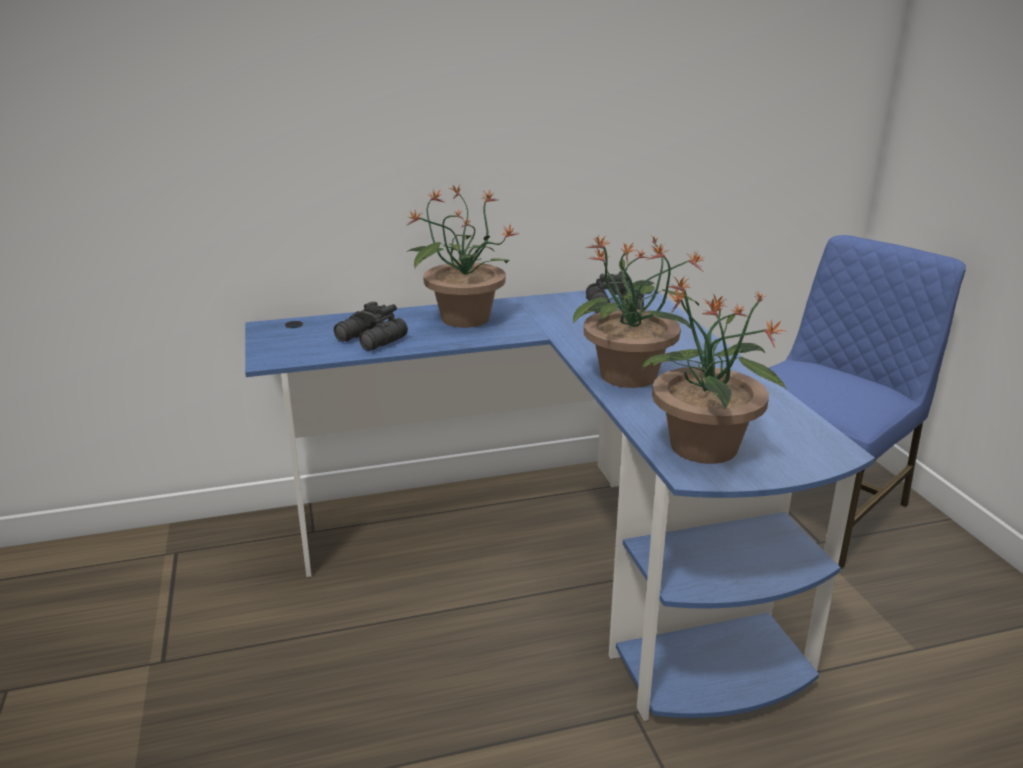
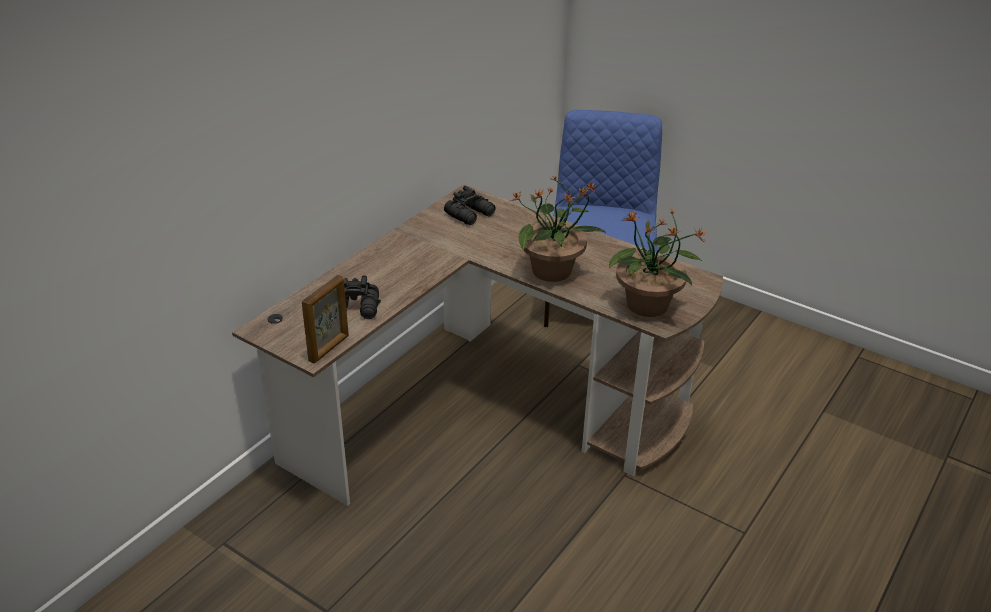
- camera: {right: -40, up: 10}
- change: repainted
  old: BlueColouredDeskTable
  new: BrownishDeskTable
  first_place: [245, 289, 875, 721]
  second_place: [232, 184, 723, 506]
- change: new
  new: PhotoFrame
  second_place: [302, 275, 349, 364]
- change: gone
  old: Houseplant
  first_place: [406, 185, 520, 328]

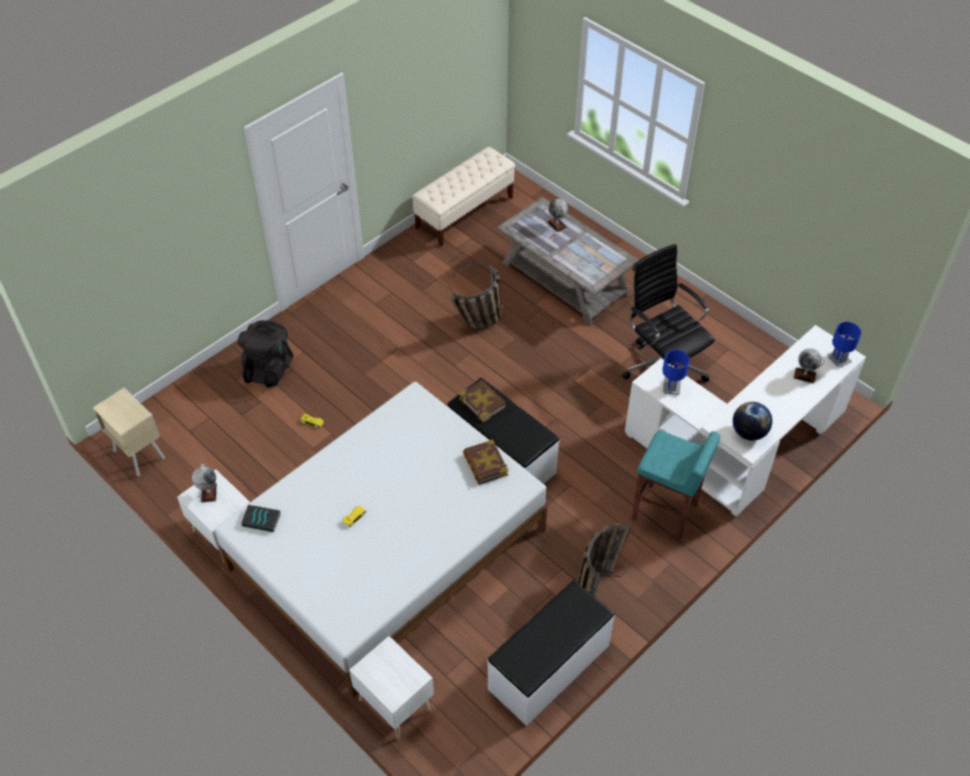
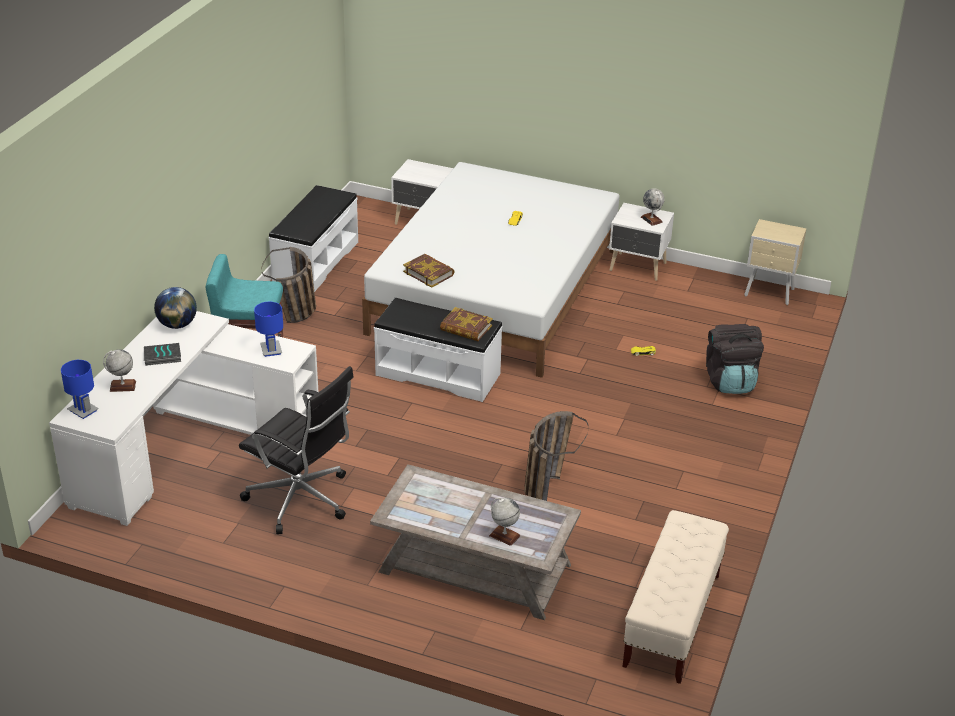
- camera: {right: 155, up: -15}
- change: shifted
  old: Volume
  first_place: [241, 505, 281, 532]
  second_place: [144, 343, 181, 366]

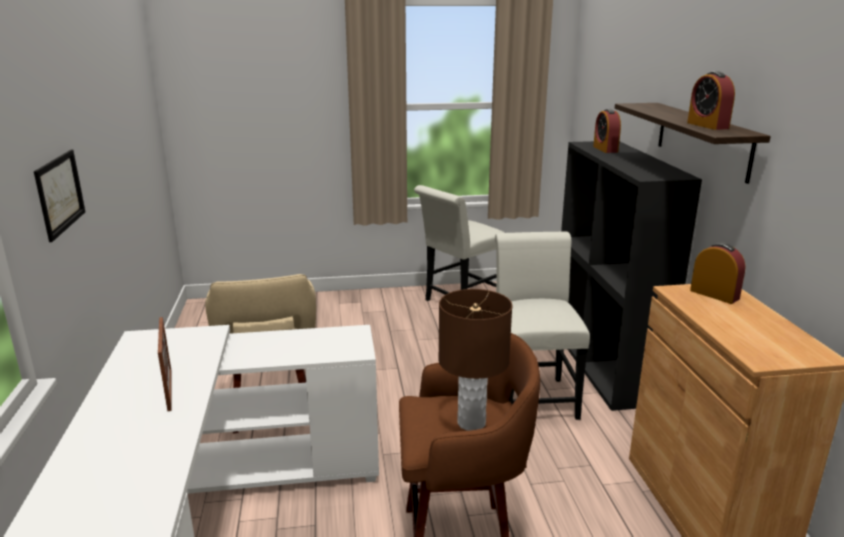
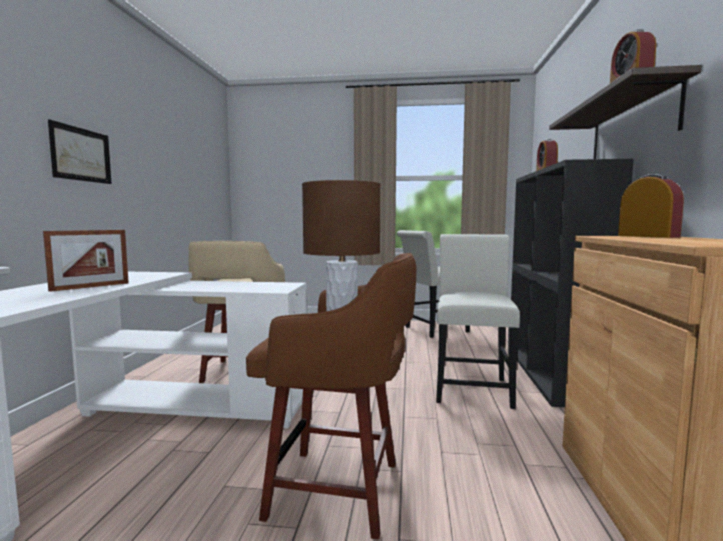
- camera: {right: 15, up: -15}
- change: rotated
  old: PhotoFrame
  first_place: [158, 317, 172, 411]
  second_place: [43, 230, 129, 292]
  degrees: 45

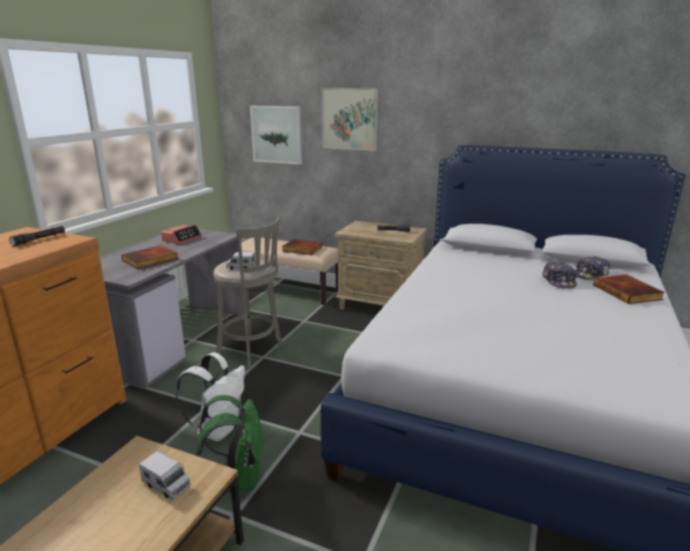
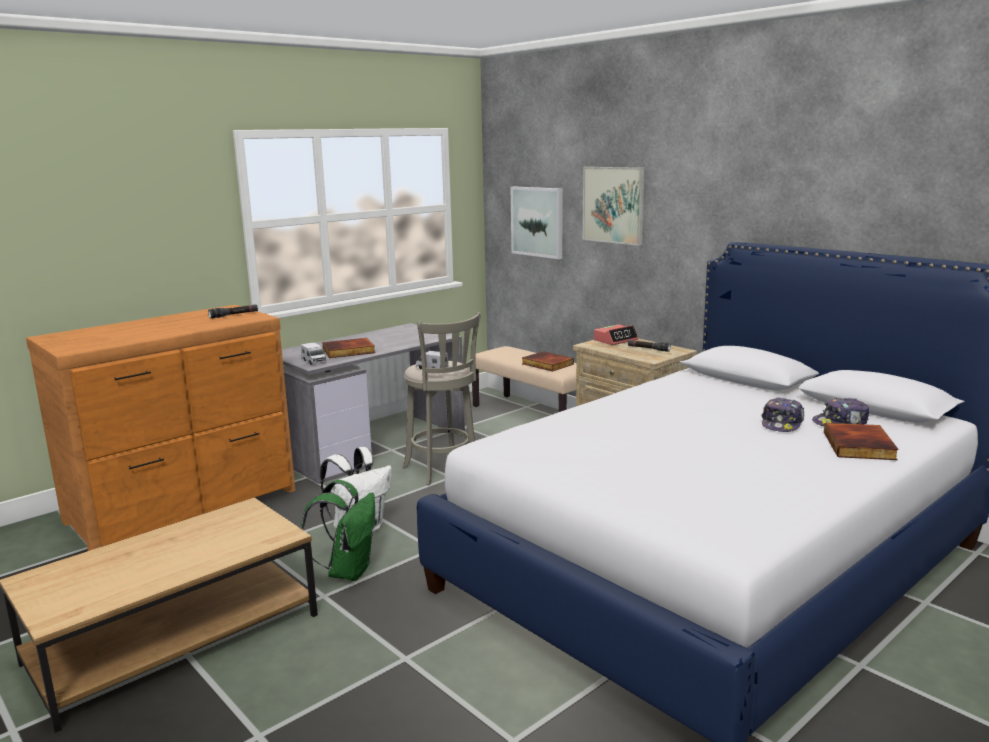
- camera: {right: 25, up: -5}
- change: shifted
  old: ToyTruck
  first_place: [139, 451, 190, 500]
  second_place: [301, 342, 326, 365]
- change: shifted
  old: BedsideClock
  first_place: [161, 225, 202, 244]
  second_place: [594, 324, 639, 345]

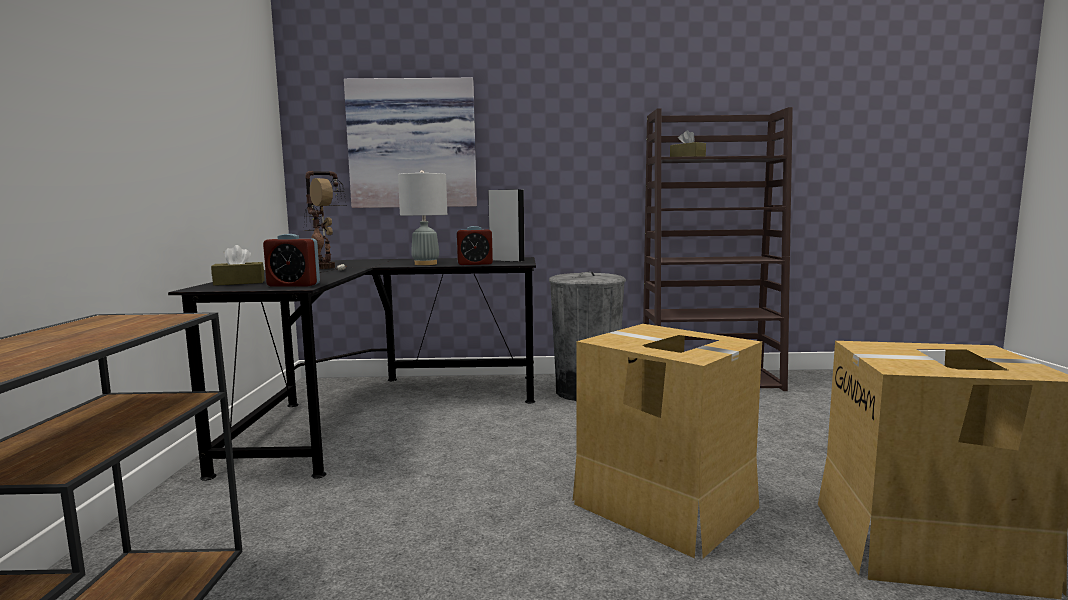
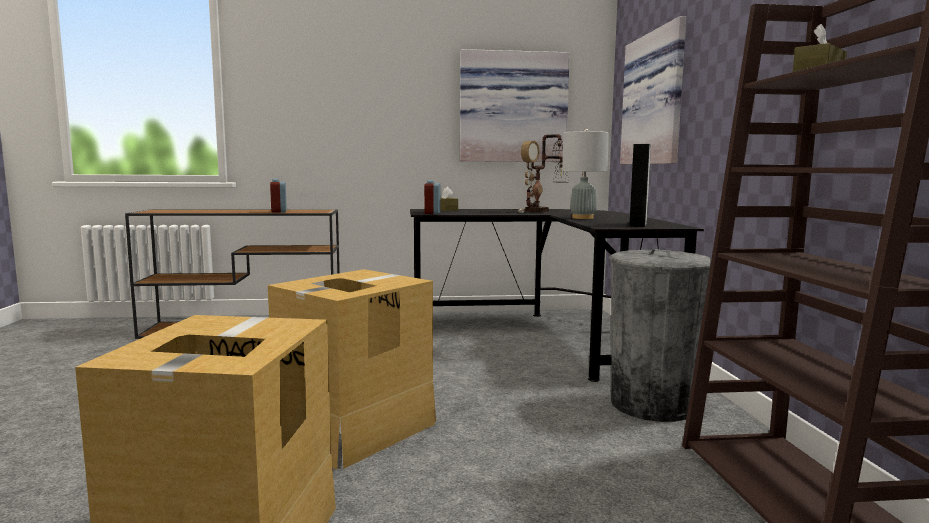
- camera: {right: 85, up: 0}
- change: shifted
  old: BedsideClock
  first_place: [456, 226, 493, 265]
  second_place: [270, 179, 287, 213]
- change: new
  new: Picture
  second_place: [460, 49, 570, 162]

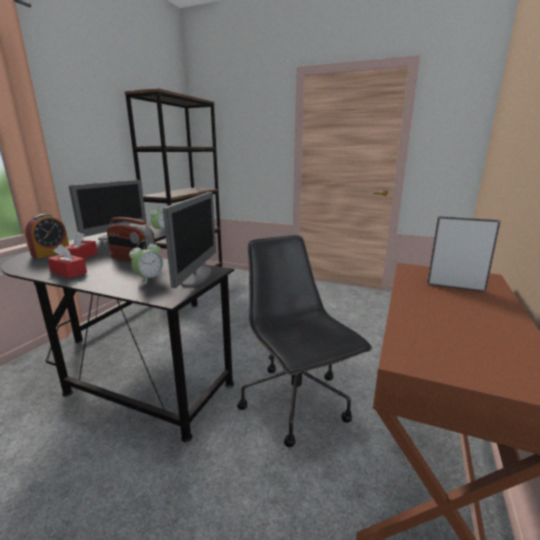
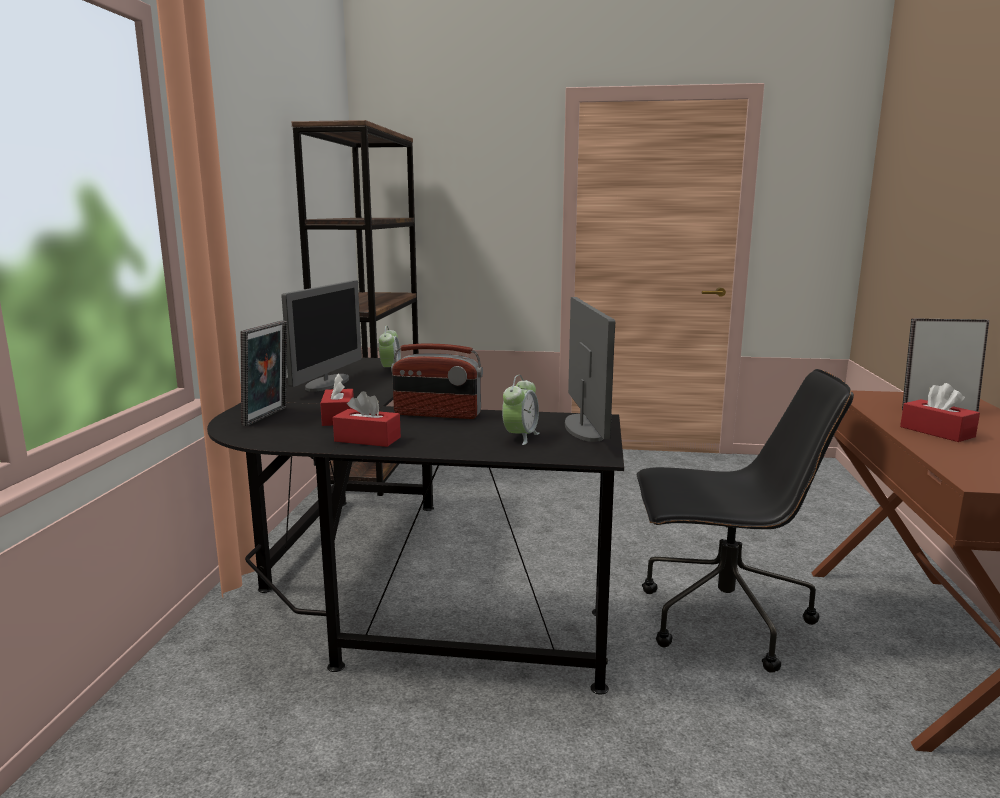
- camera: {right: -15, up: -5}
- change: swapped
  old: BedsideClock
  new: PhotoFrame
  first_place: [25, 214, 69, 259]
  second_place: [240, 320, 287, 426]
- change: rotated
  old: BlackColouredDeskChair
  first_place: [237, 235, 372, 447]
  second_place: [637, 369, 854, 673]
  degrees: 135
- change: new
  new: RedTissueBox
  second_place: [900, 383, 980, 442]

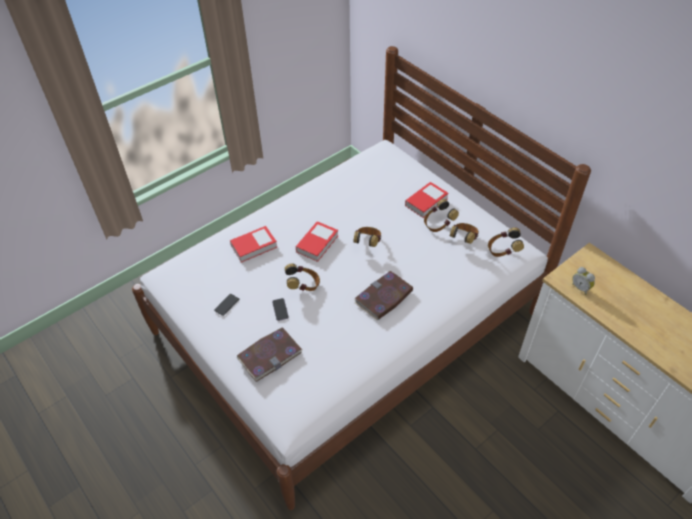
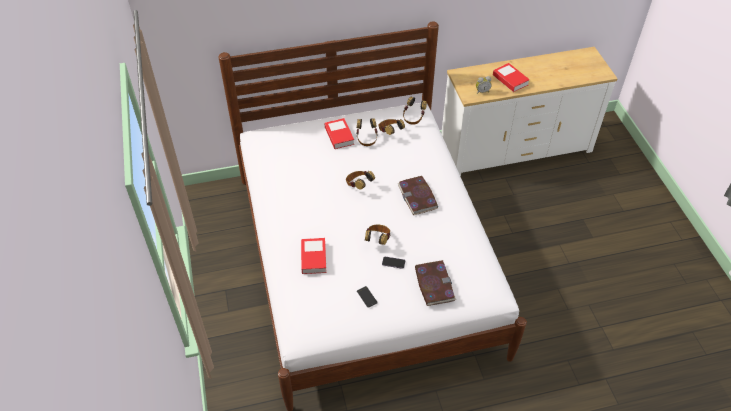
- camera: {right: -65, up: 0}
- change: shifted
  old: Volume
  first_place: [296, 221, 338, 262]
  second_place: [493, 63, 530, 92]

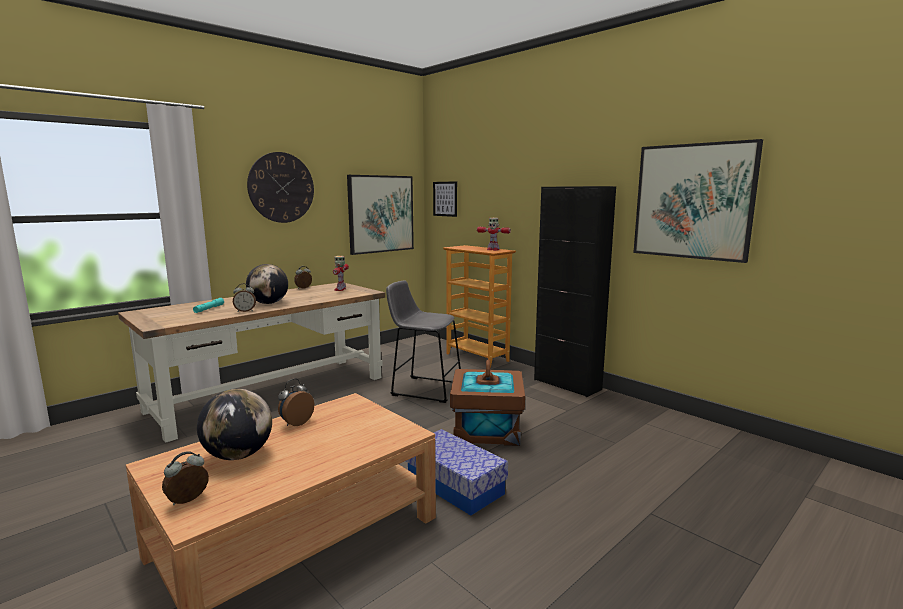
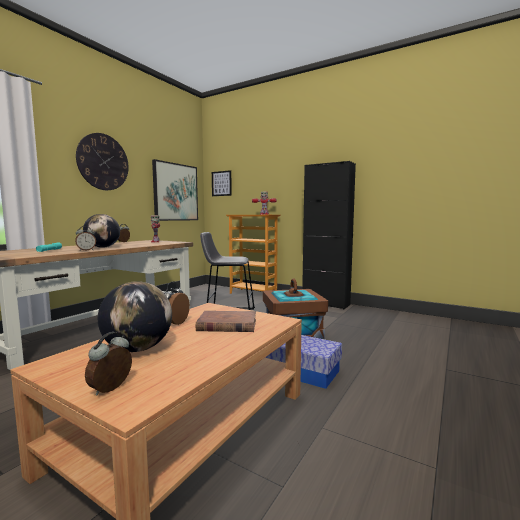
- camera: {right: -15, up: -5}
- change: new
  new: BrownishVolume
  second_place: [196, 311, 256, 332]
- change: gone
  old: Picture
  first_place: [633, 139, 763, 263]

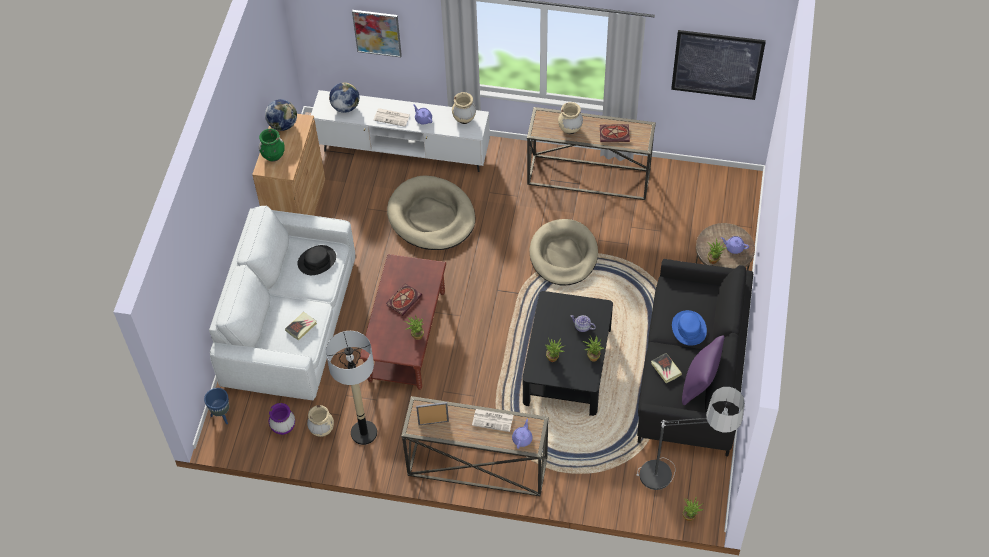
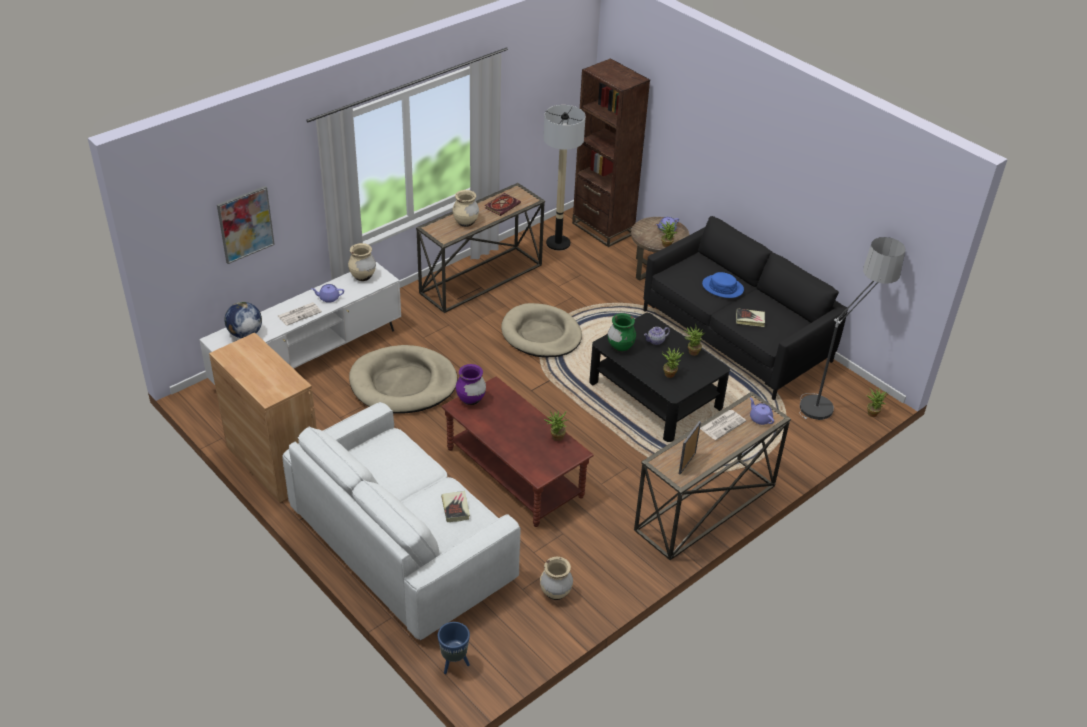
- camera: {right: -55, up: -15}
- change: shifted
  old: PurplishDecorativeVase
  first_place: [269, 403, 295, 435]
  second_place: [456, 364, 486, 405]
- change: shifted
  old: FloorLamp
  first_place: [326, 331, 377, 445]
  second_place: [544, 105, 586, 250]
- change: new
  new: BrownishShelvingUnit
  second_place: [572, 58, 650, 247]
- change: shifted
  old: GreenDecorativeVase
  first_place: [259, 129, 285, 162]
  second_place: [608, 313, 636, 352]
- change: gone
  old: DeskGlobe
  first_place: [265, 99, 297, 131]
- change: gone
  old: BlackColouredWearableHat
  first_place: [297, 245, 336, 275]
- change: gone
  old: Volume
  first_place: [386, 283, 422, 316]
- change: gone
  old: Picture
  first_place: [671, 30, 766, 100]
- change: gone
  old: PurplishThrowPillow
  first_place: [682, 335, 725, 405]

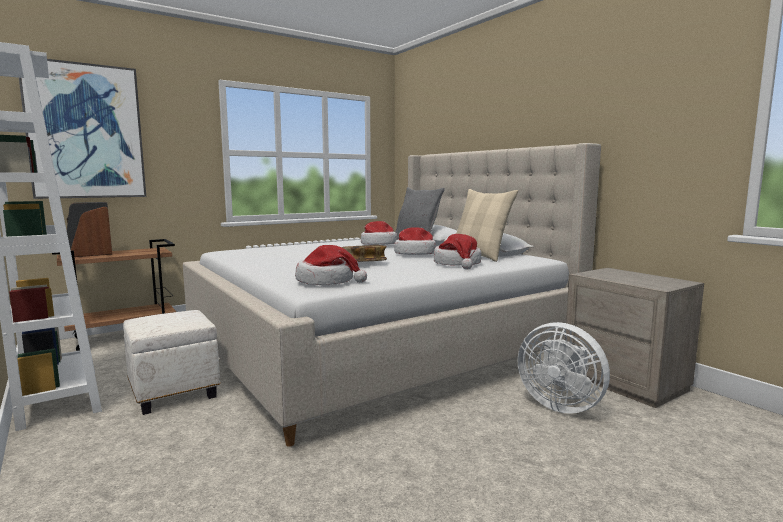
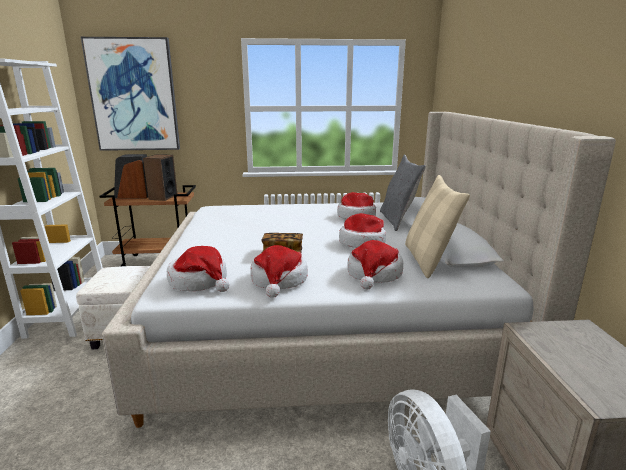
- camera: {right: 30, up: 10}
- change: new
  new: AudioSpeaker
  second_place: [143, 154, 177, 201]
- change: new
  new: WearableHat
  second_place: [250, 245, 308, 298]

